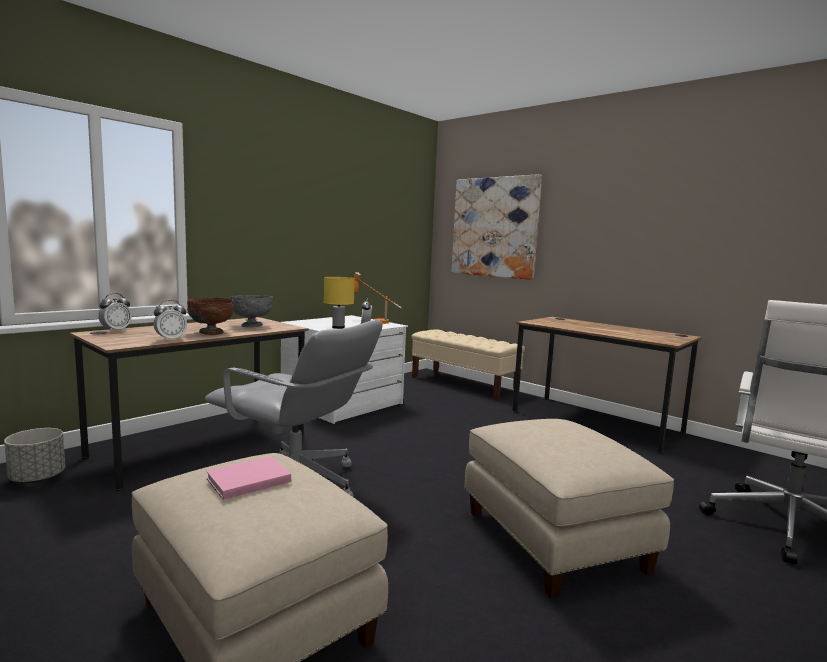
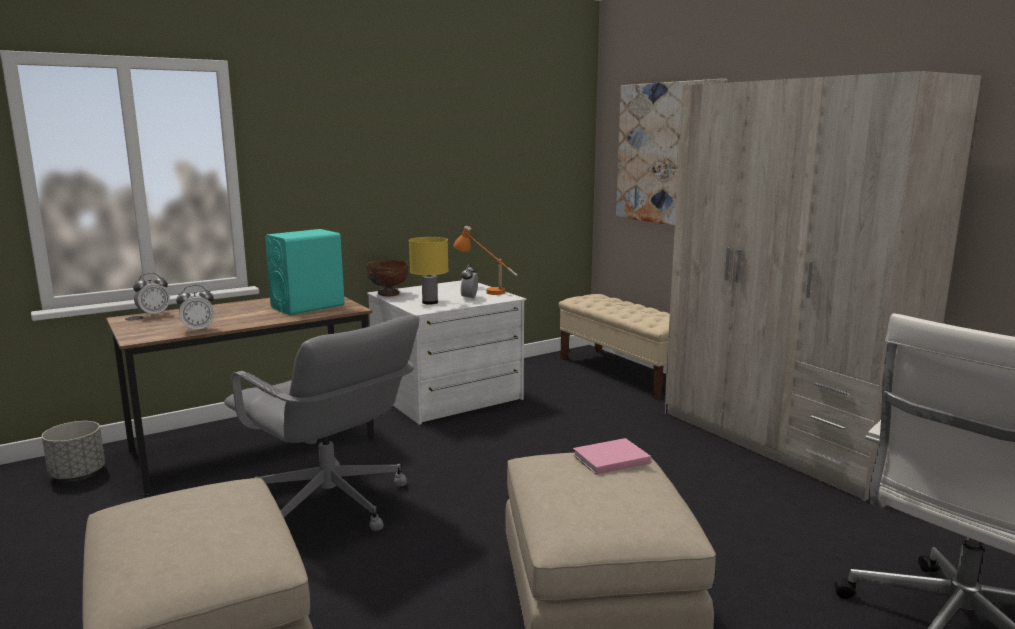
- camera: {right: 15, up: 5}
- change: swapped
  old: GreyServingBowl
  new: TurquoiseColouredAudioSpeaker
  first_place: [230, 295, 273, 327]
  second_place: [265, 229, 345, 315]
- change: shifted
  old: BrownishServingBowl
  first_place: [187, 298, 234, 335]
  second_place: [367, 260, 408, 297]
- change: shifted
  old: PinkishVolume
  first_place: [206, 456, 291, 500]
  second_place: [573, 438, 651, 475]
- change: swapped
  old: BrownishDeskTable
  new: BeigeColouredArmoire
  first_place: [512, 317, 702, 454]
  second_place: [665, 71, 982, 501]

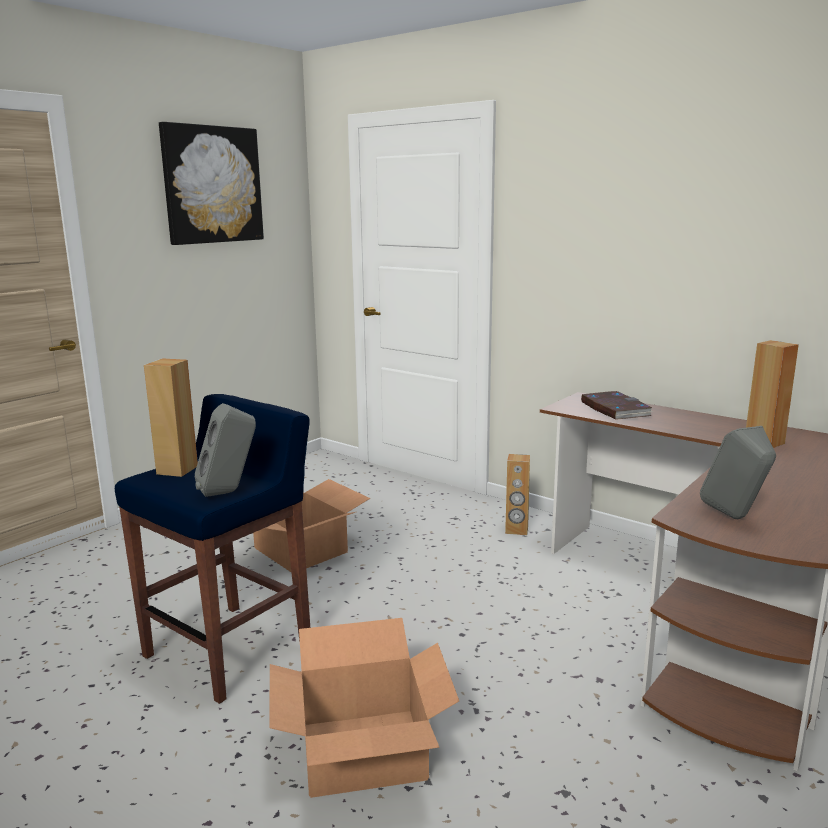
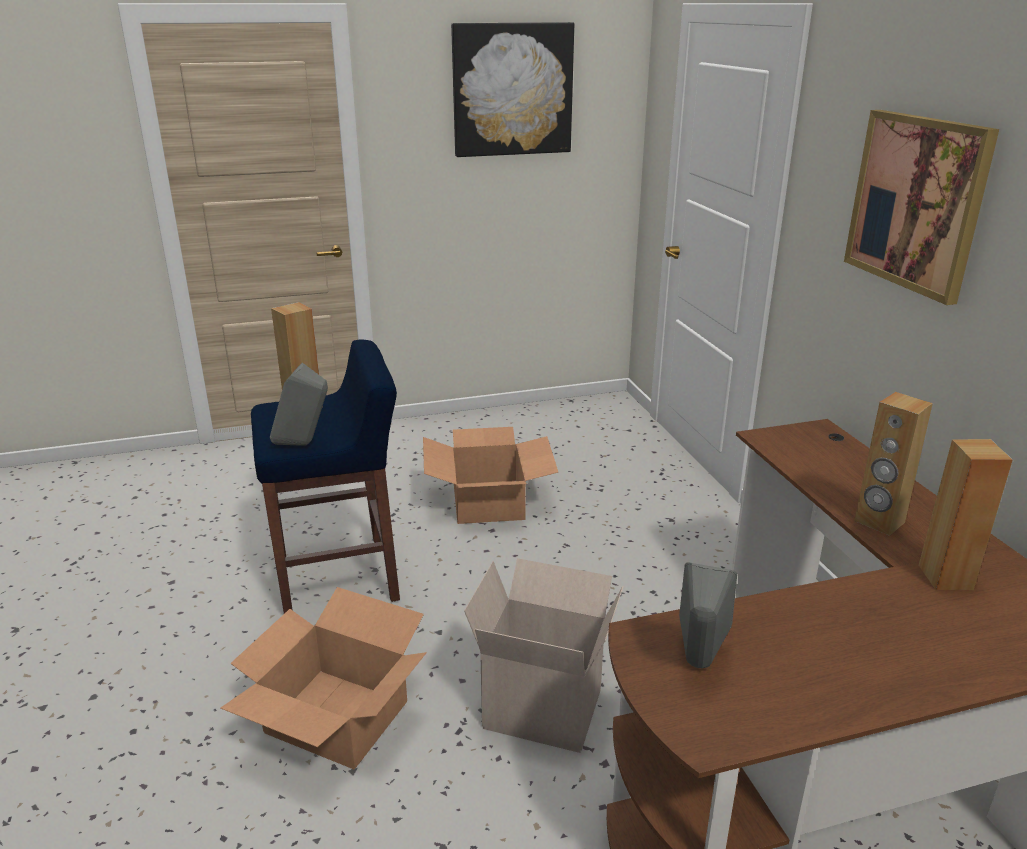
- camera: {right: 35, up: 10}
- change: new
  new: Carton
  second_place: [464, 558, 624, 753]
- change: new
  new: Picture
  second_place: [844, 110, 999, 305]
- change: shifted
  old: BrownishAudioSpeaker
  first_place: [505, 454, 530, 535]
  second_place: [854, 392, 933, 536]
- change: gone
  old: Volume
  first_place: [581, 391, 654, 420]

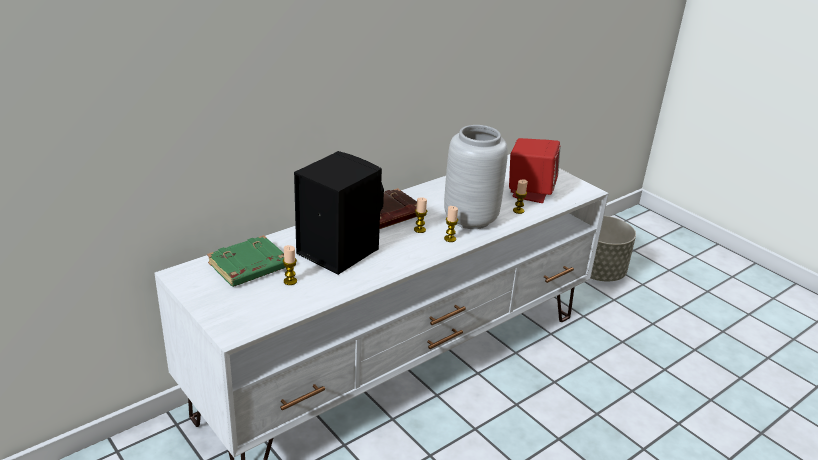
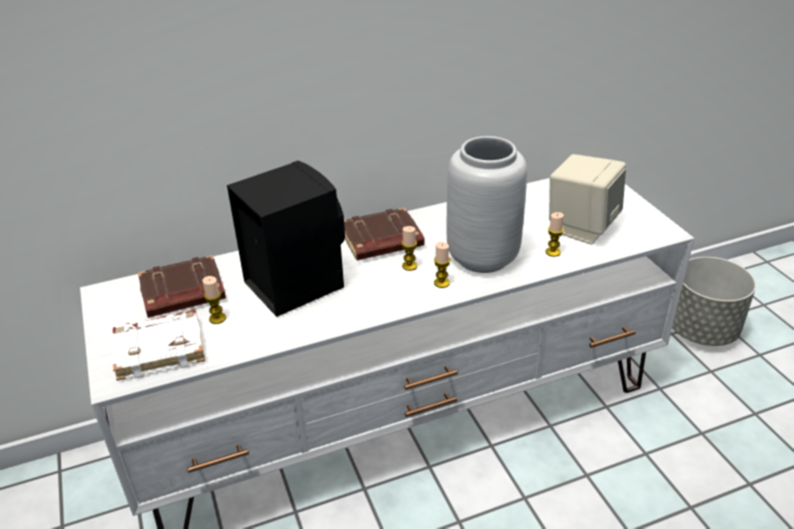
- camera: {right: 20, up: 5}
- change: new
  new: WhiteVolume
  second_place: [113, 309, 205, 381]
- change: repainted
  old: GreenVolume
  new: BrownishVolume
  first_place: [207, 235, 286, 287]
  second_place: [137, 255, 226, 318]
- change: repainted
  old: RedAudioSpeaker
  new: BeigeColouredAudioSpeaker
  first_place: [509, 138, 561, 203]
  second_place: [549, 154, 626, 245]

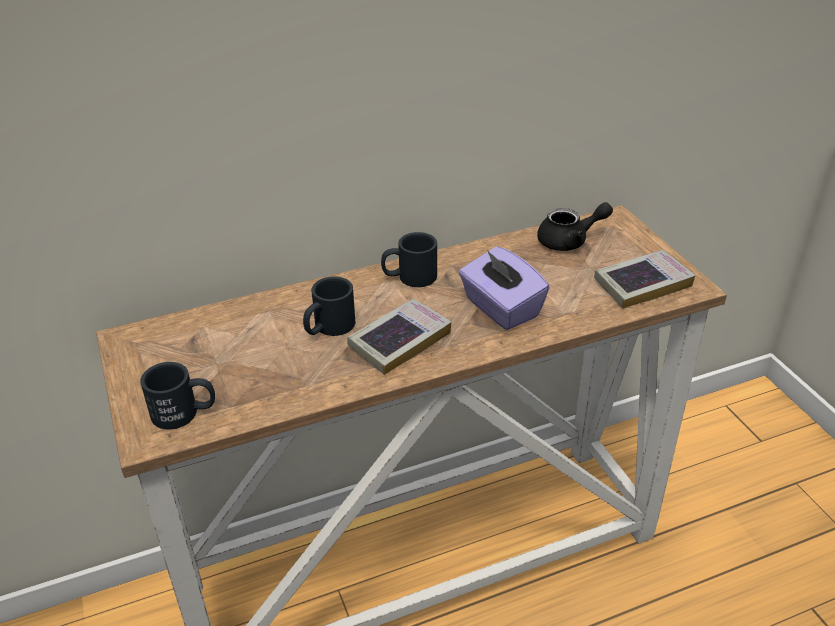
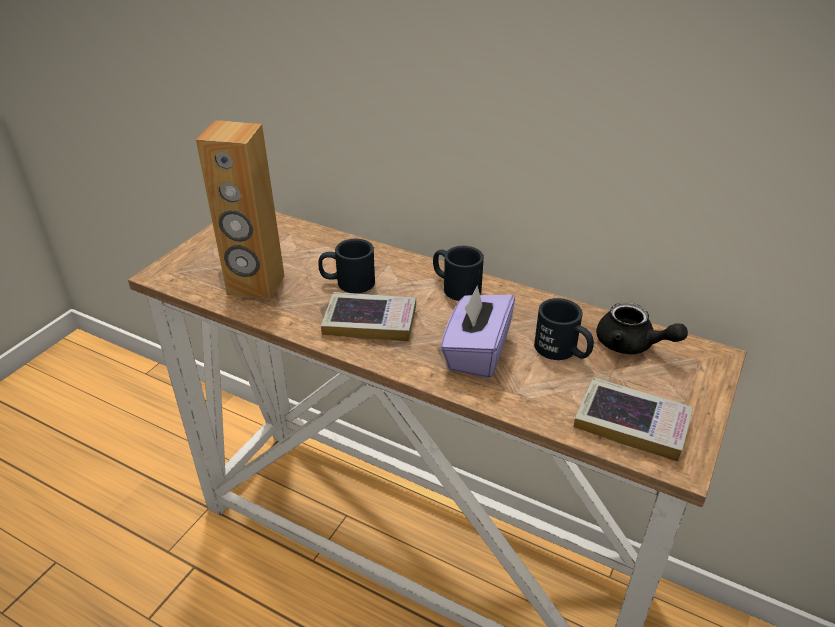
- camera: {right: 50, up: 0}
- change: new
  new: BrownishAudioSpeaker
  second_place: [196, 120, 285, 300]
- change: shifted
  old: BlackColouredTeaMug
  first_place: [140, 362, 215, 429]
  second_place: [534, 298, 594, 360]

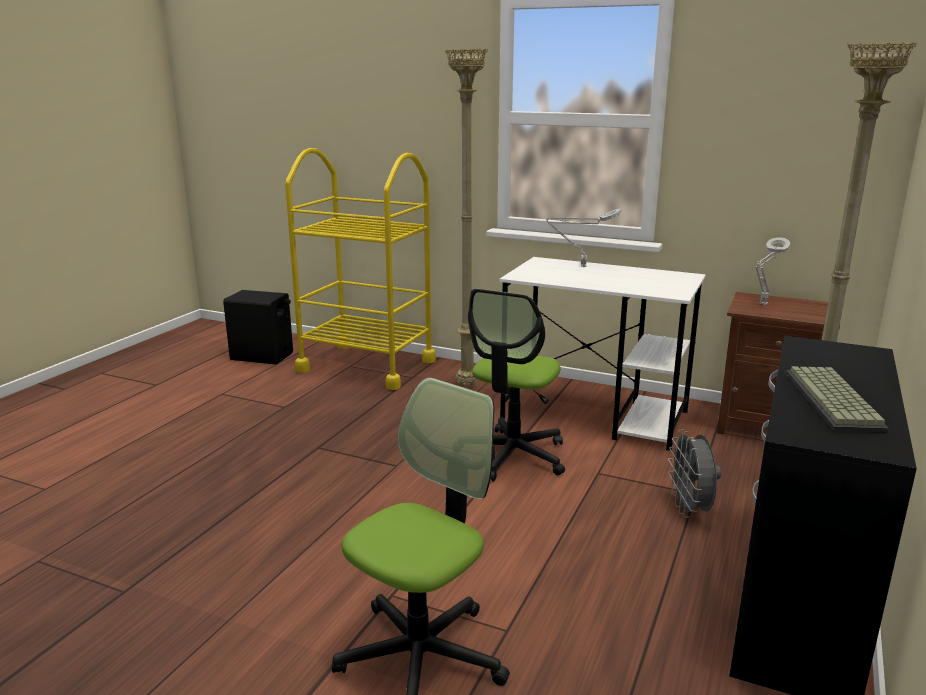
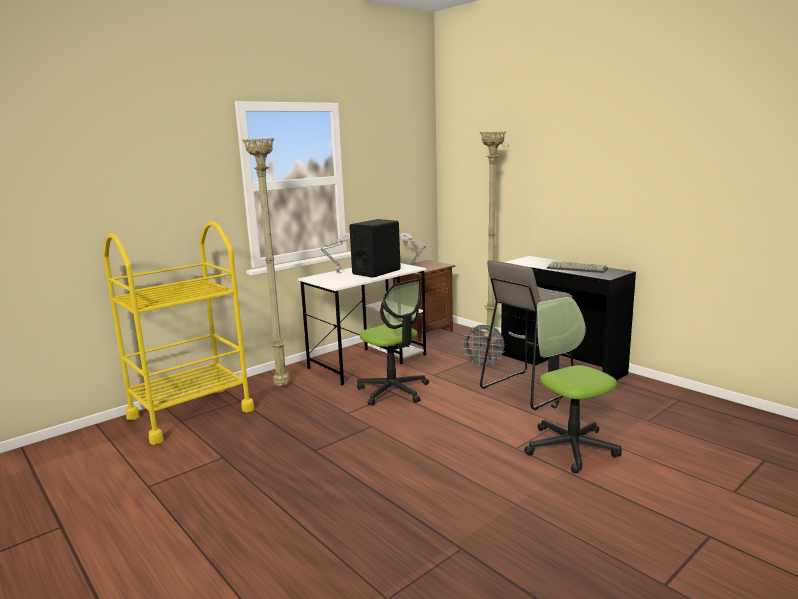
- camera: {right: -65, up: -5}
- change: shifted
  old: BlackColouredAudioSpeaker
  first_place: [223, 290, 293, 365]
  second_place: [349, 219, 401, 278]
- change: new
  new: GreySittingStool
  second_place: [480, 260, 573, 410]

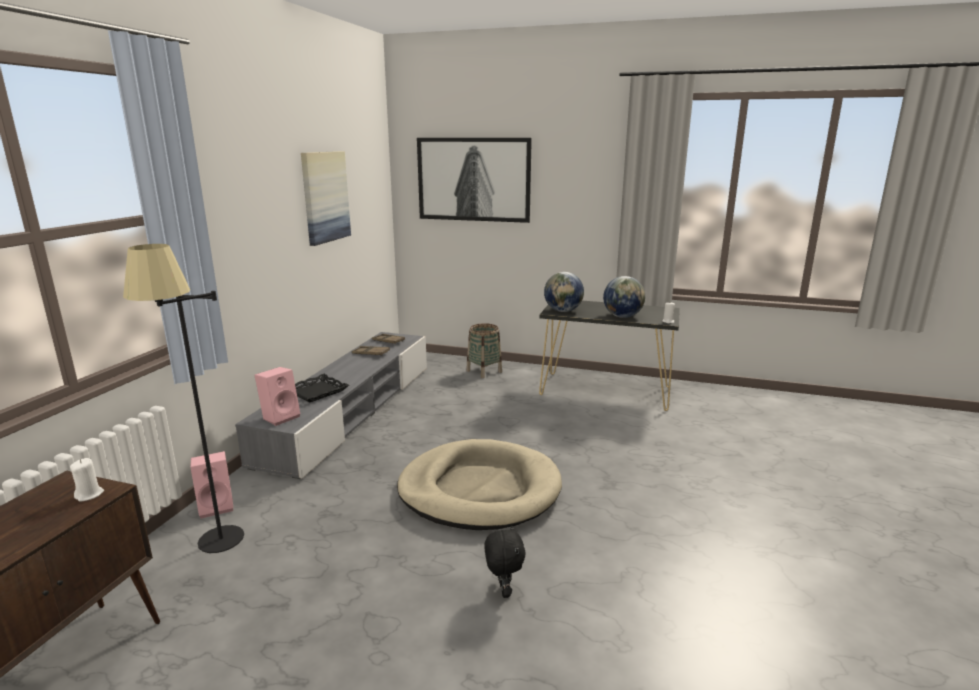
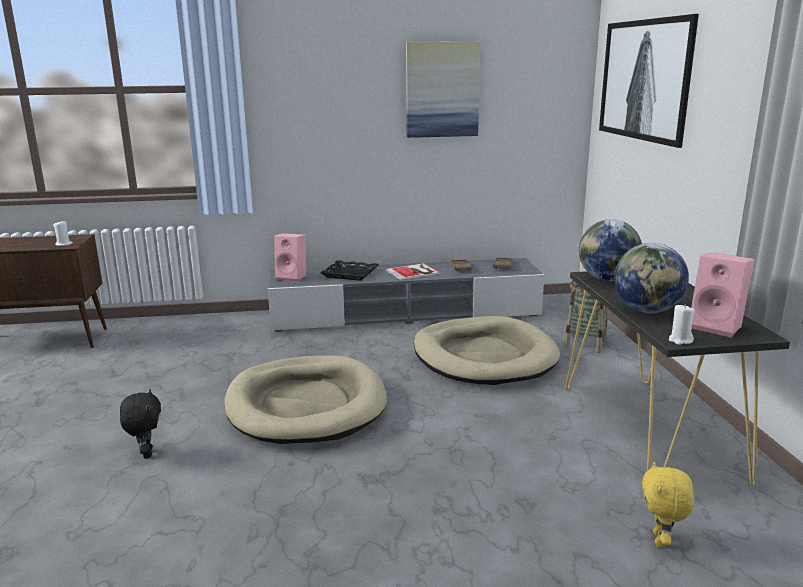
- camera: {right: 65, up: 0}
- change: rotated
  old: BlackColouredCuddlyToy
  first_place: [484, 525, 525, 598]
  second_place: [120, 389, 161, 459]
  degrees: -75
- change: new
  new: Volume
  second_place: [386, 263, 440, 280]
- change: new
  new: BeigeColouredDogCushion
  second_place: [414, 316, 560, 385]
- change: new
  new: YellowishCuddlyToy
  second_place: [642, 461, 694, 548]
- change: shifted
  old: PinkishAudioSpeaker
  first_place: [190, 451, 234, 519]
  second_place: [691, 252, 754, 337]
- change: gone
  old: BlackColouredFloorLamp
  first_place: [123, 244, 244, 553]

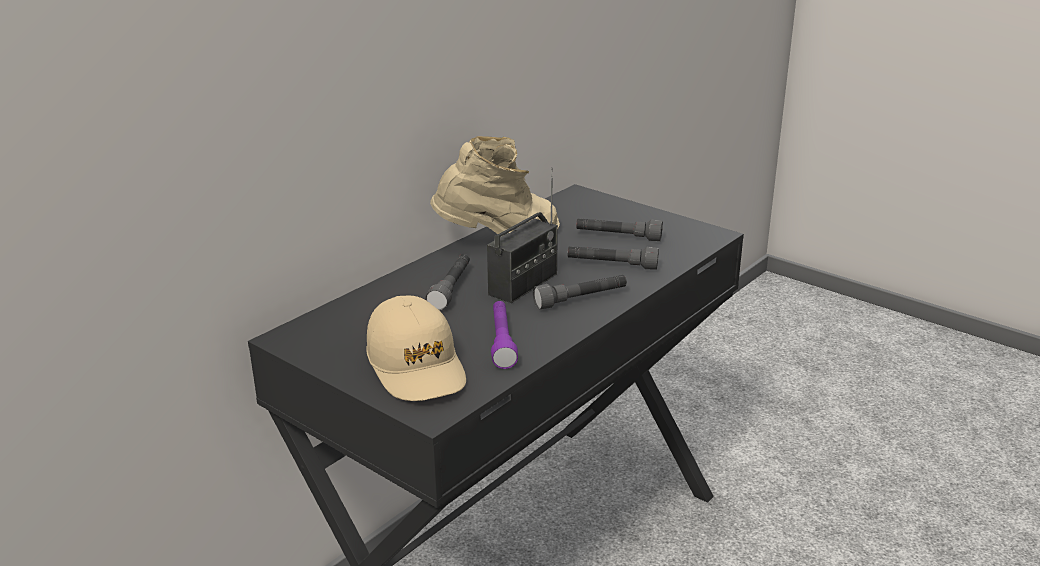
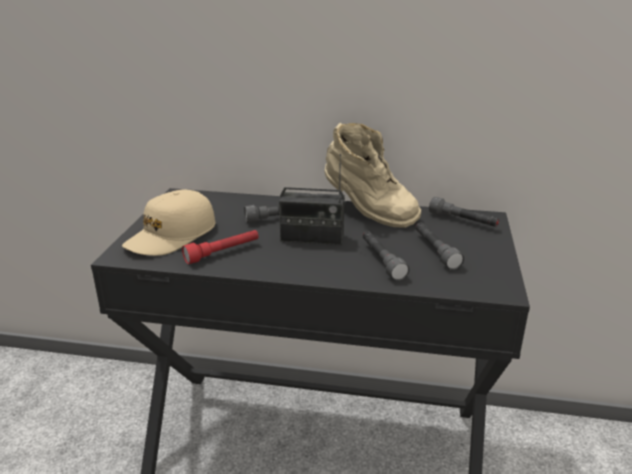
- camera: {right: 60, up: 0}
- change: repainted
  old: PurplishHandTorch
  new: RedHandTorch
  first_place: [491, 301, 518, 369]
  second_place: [182, 230, 259, 264]
- change: shifted
  old: GreyHandTorch
  first_place: [533, 275, 627, 309]
  second_place: [429, 197, 499, 227]

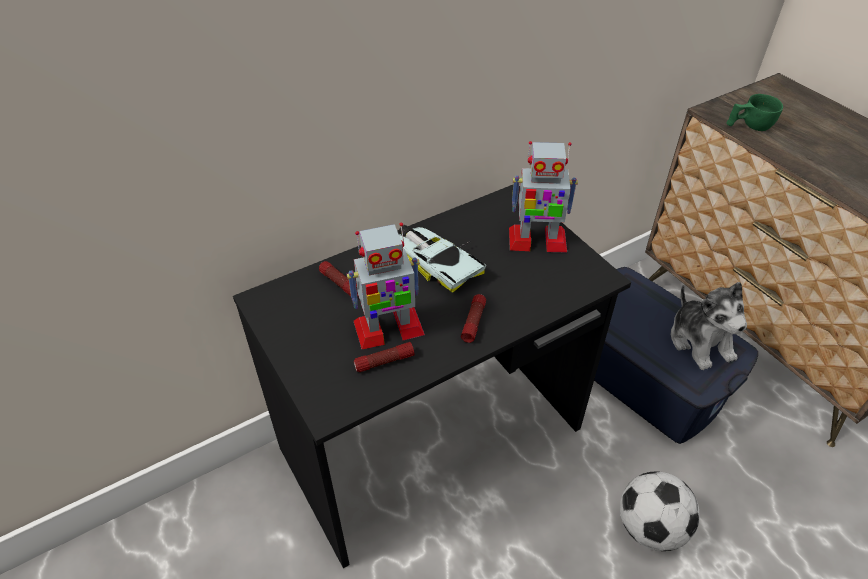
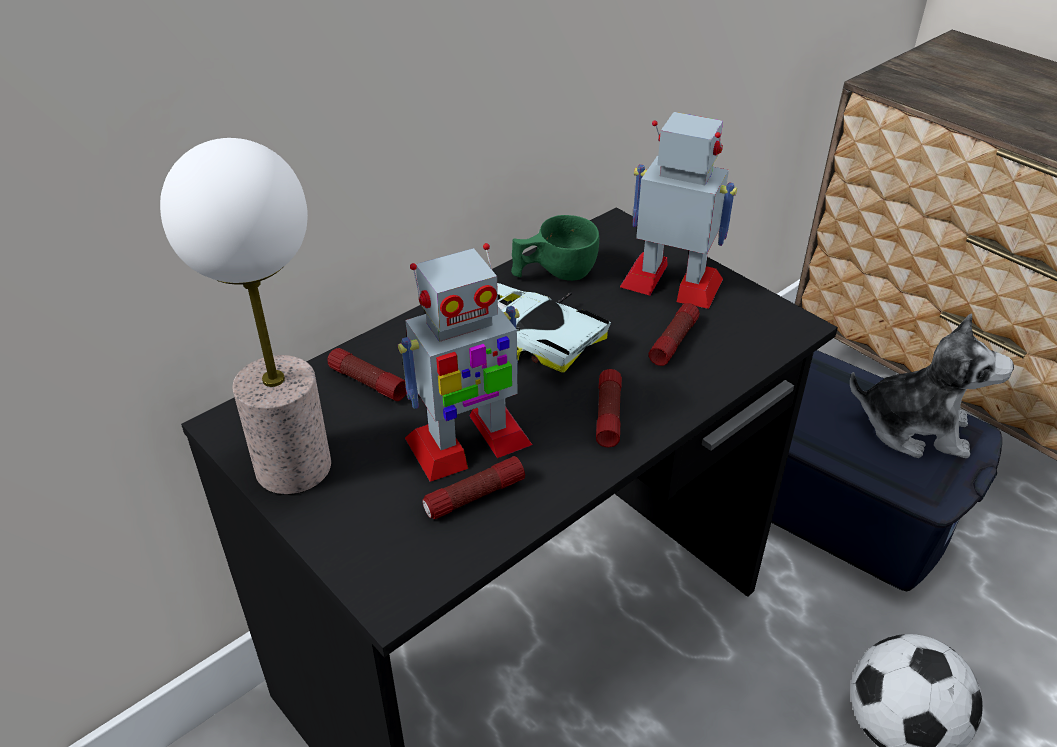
- camera: {right: -10, up: -5}
- change: new
  new: TabletopLamp
  second_place: [160, 138, 331, 495]
- change: shifted
  old: GreenSmallCup
  first_place: [727, 94, 783, 131]
  second_place: [511, 215, 599, 281]
- change: rotated
  old: ModelRobot
  first_place: [509, 141, 578, 253]
  second_place: [620, 112, 737, 309]
  degrees: -150
- change: new
  new: HandTorch
  second_place: [649, 303, 700, 366]
- change: rotated
  old: CuddlyToy
  first_place: [671, 282, 747, 370]
  second_place: [850, 313, 1014, 458]
  degrees: -45

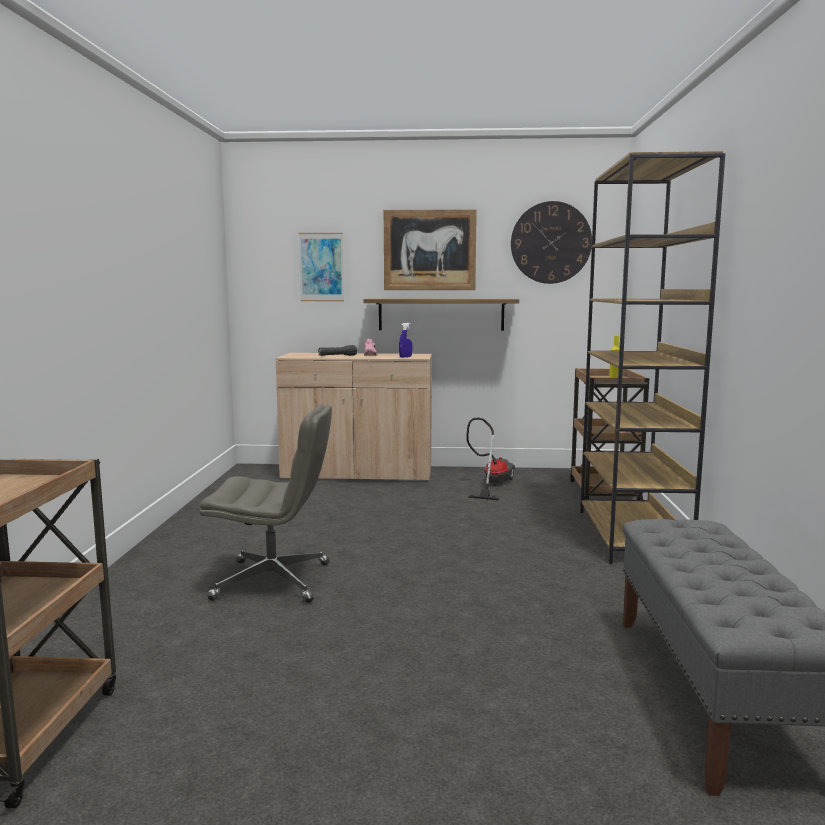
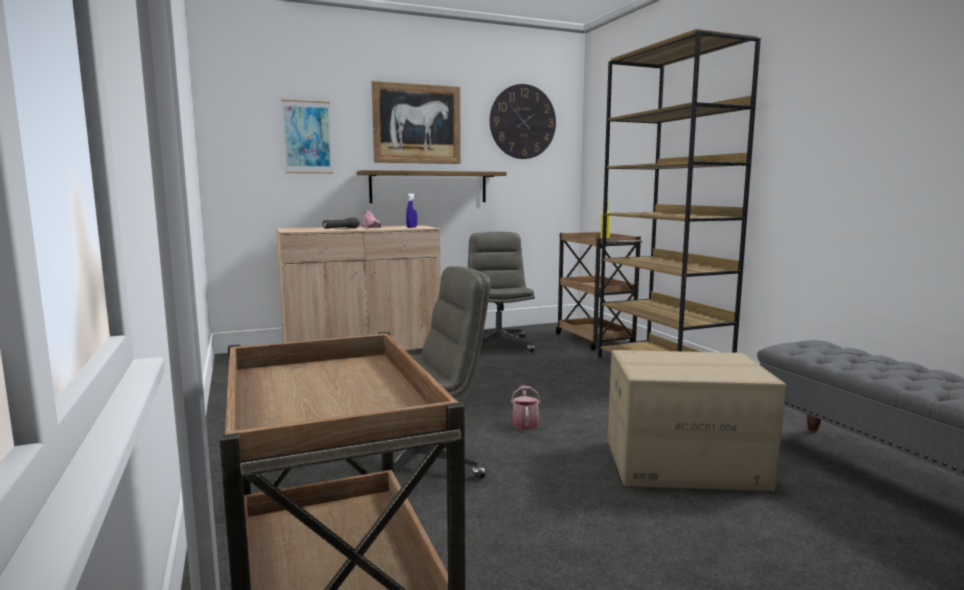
- camera: {right: -25, up: 0}
- change: swapped
  old: Vacuum
  new: GreyDeskChair
  first_place: [466, 418, 515, 501]
  second_place: [468, 232, 535, 352]
- change: new
  new: WateringPot
  second_place: [511, 384, 541, 430]
- change: new
  new: Carton
  second_place: [607, 350, 786, 491]

